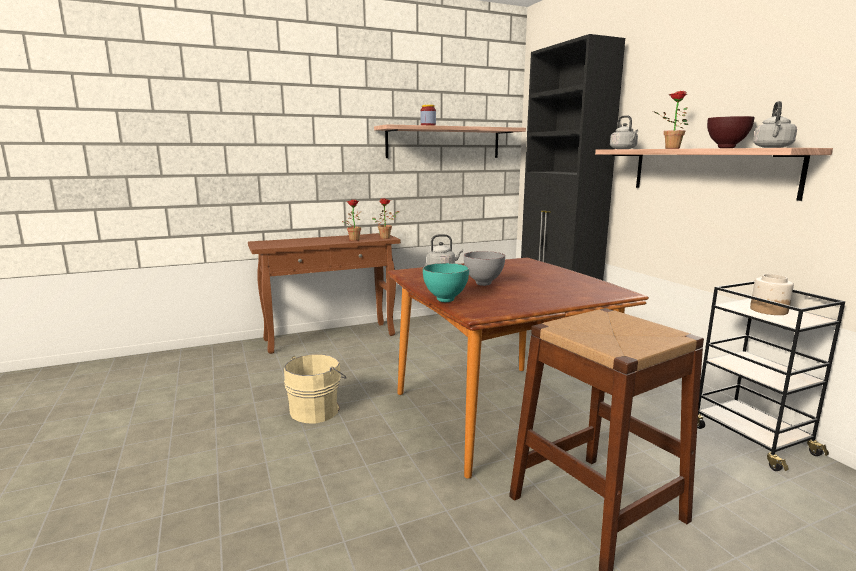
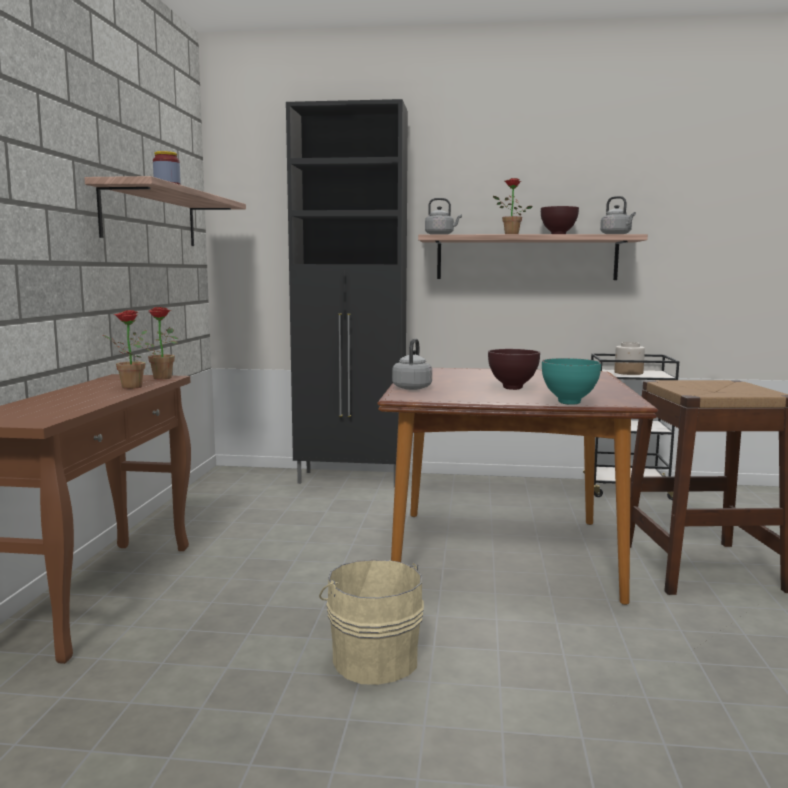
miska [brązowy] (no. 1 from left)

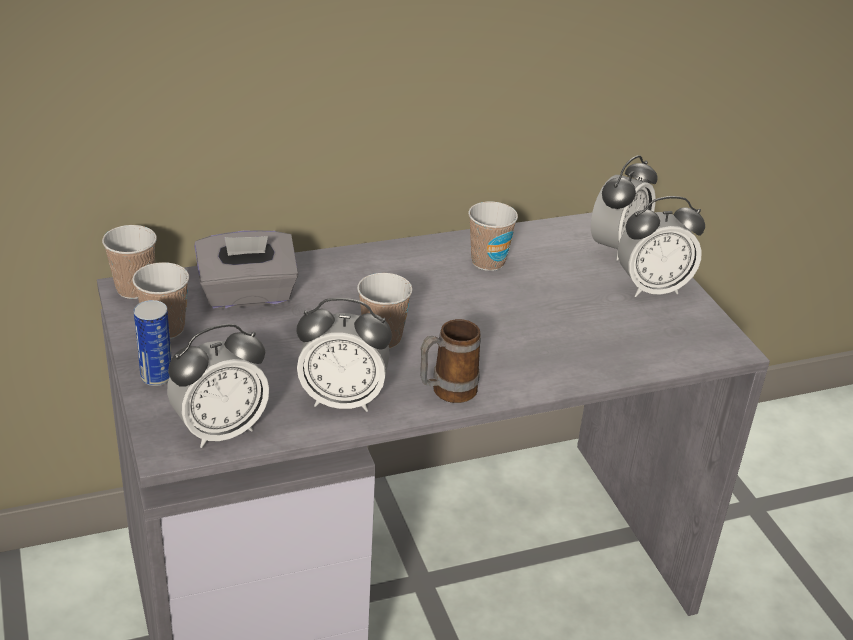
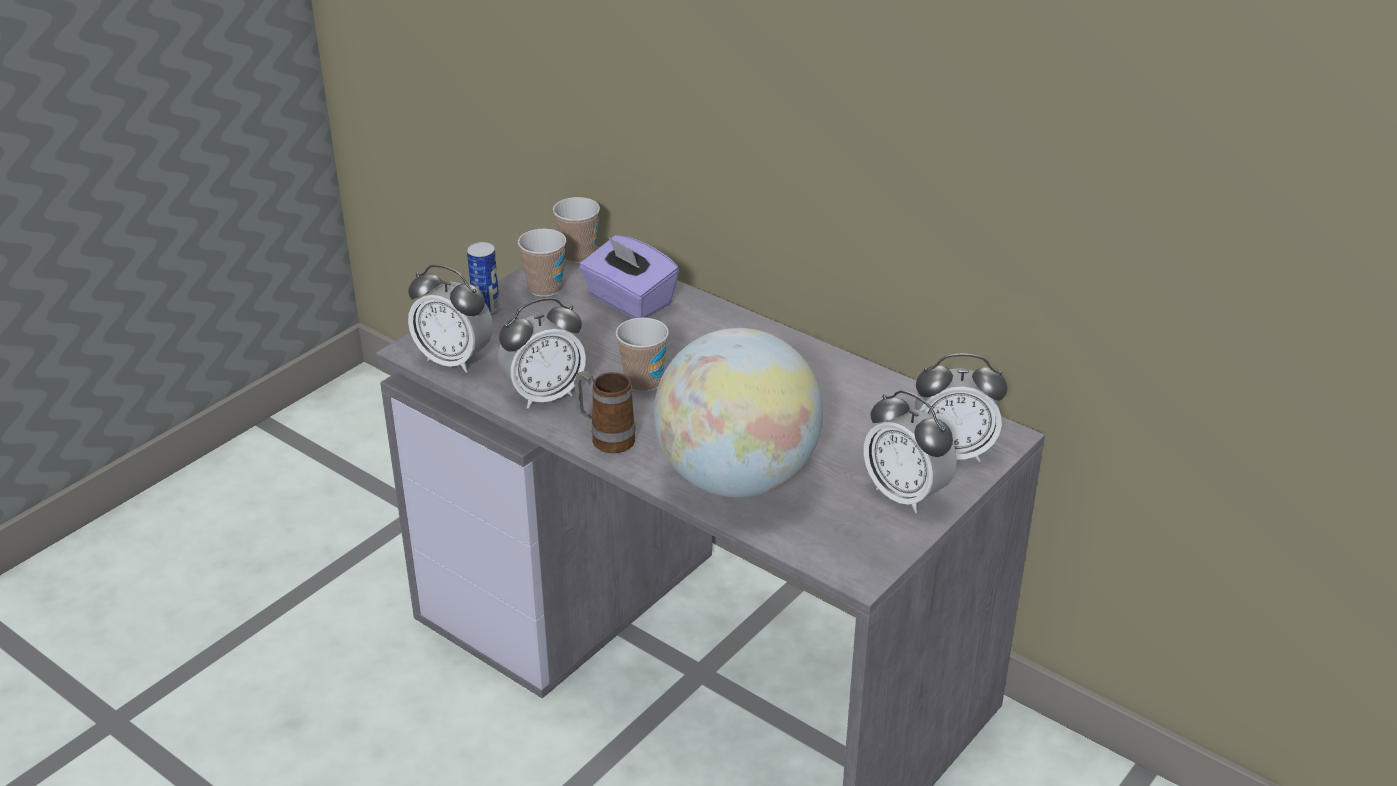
pudełko chusteczek [fioletowy]
budzik (no. 2 from left)
filiżanka (no. 4 from left in the first image)
globus

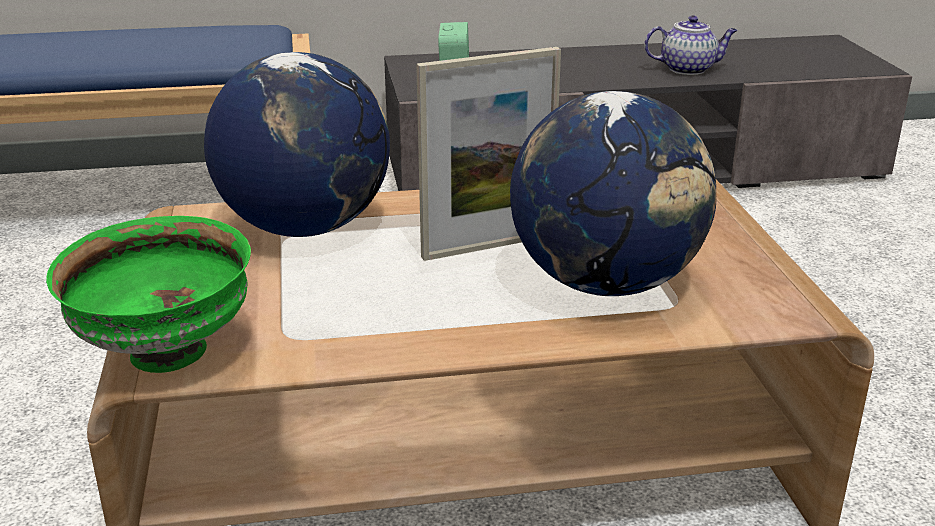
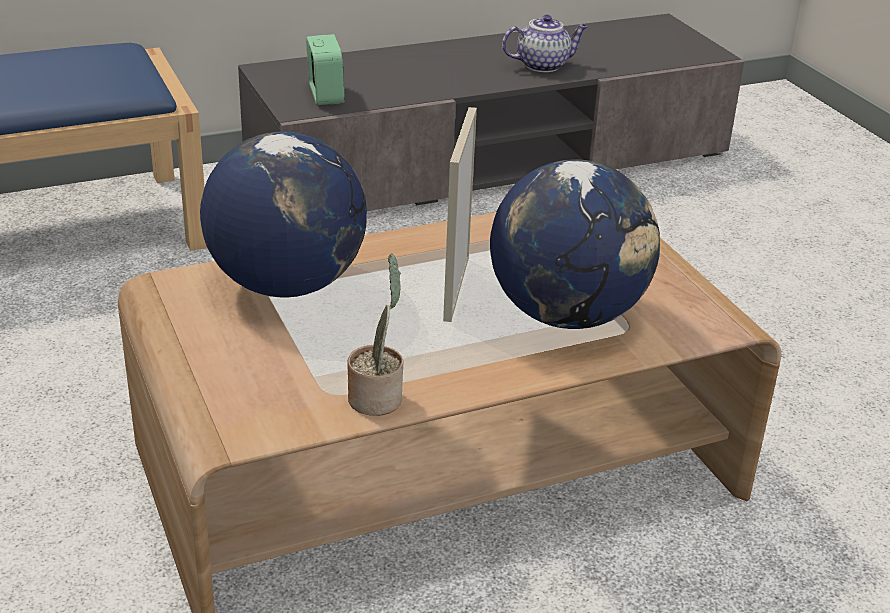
miska [zielony]
ramka na zdjęcie
roślina doniczkowa

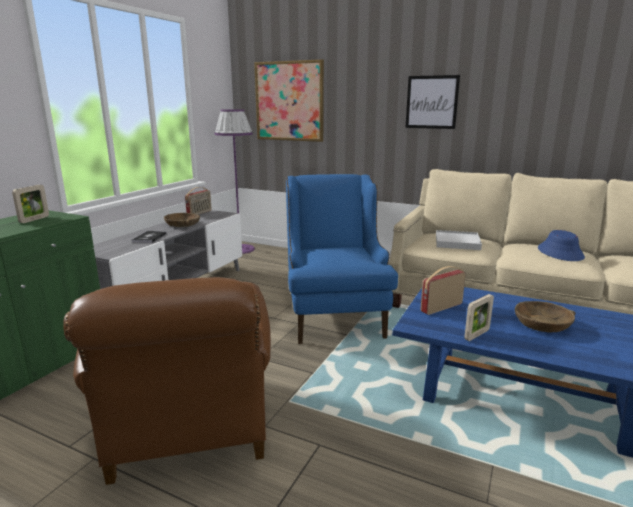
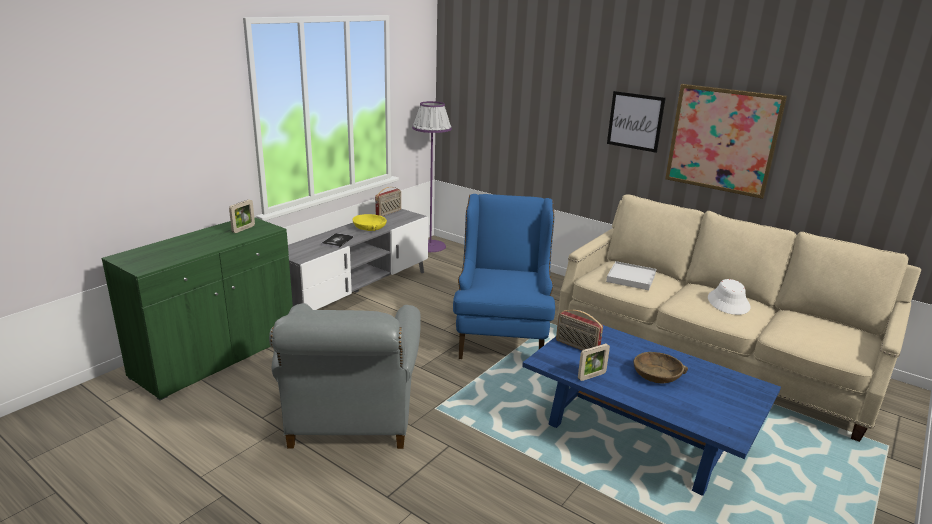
fotel [szary]
miska [żółty]
obraz (no. 2 from left)
radio (no. 2 from left)
kapelusz [biały]

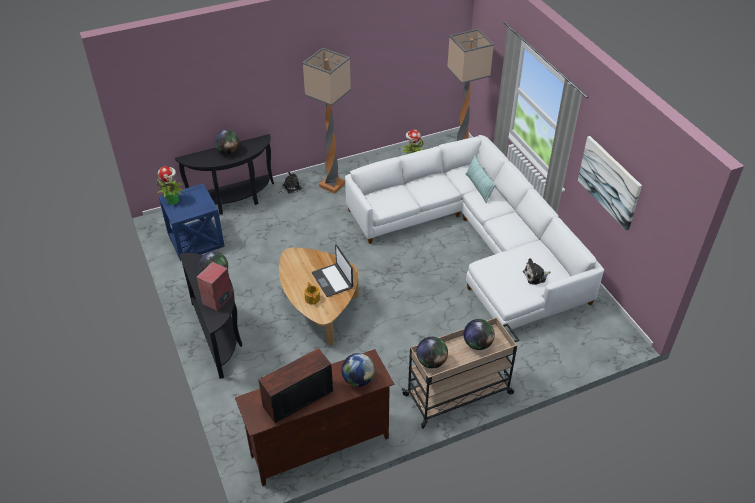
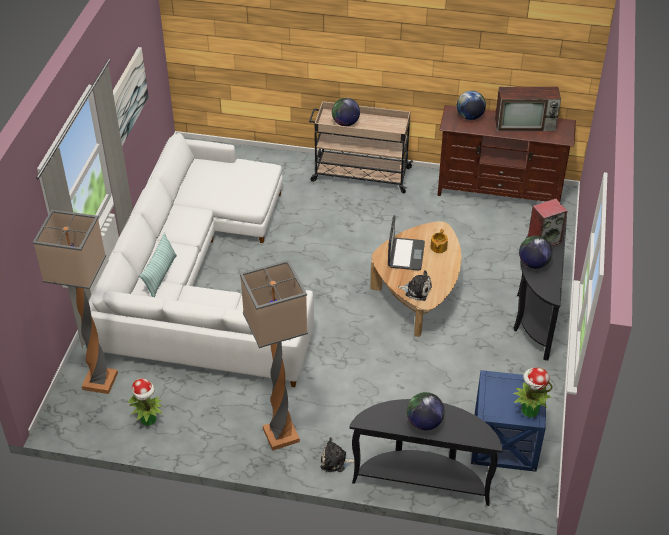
globus (no. 4 from left in the first image)
pluszak (no. 2 from left)

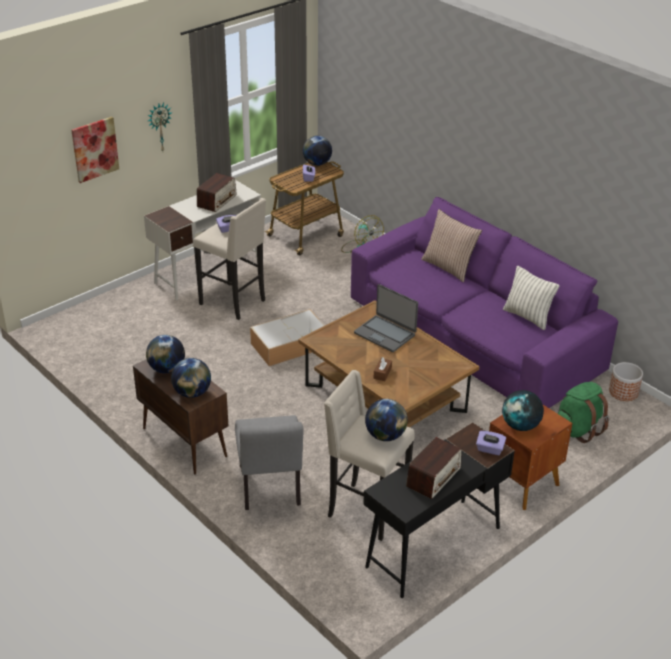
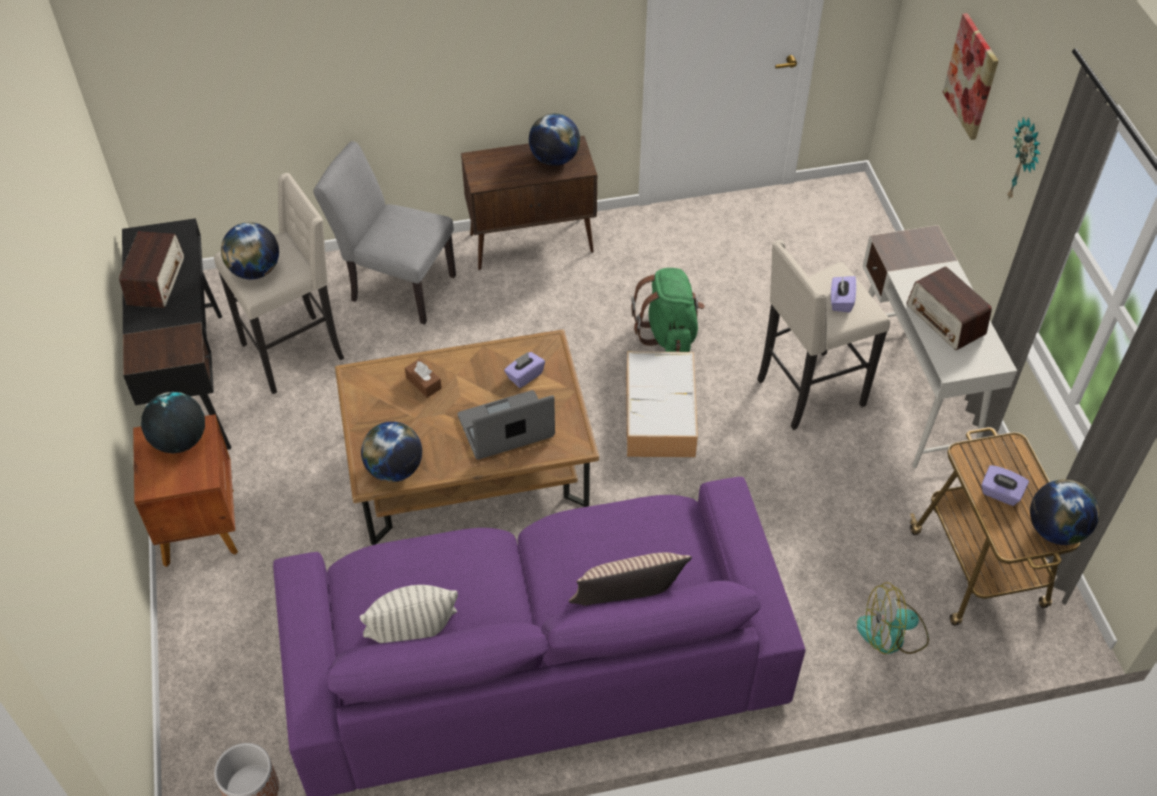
globus (no. 3 from left)
radio (no. 1 from left)
pudełko chusteczek [fioletowy] (no. 1 from left)
plecak [zielony]

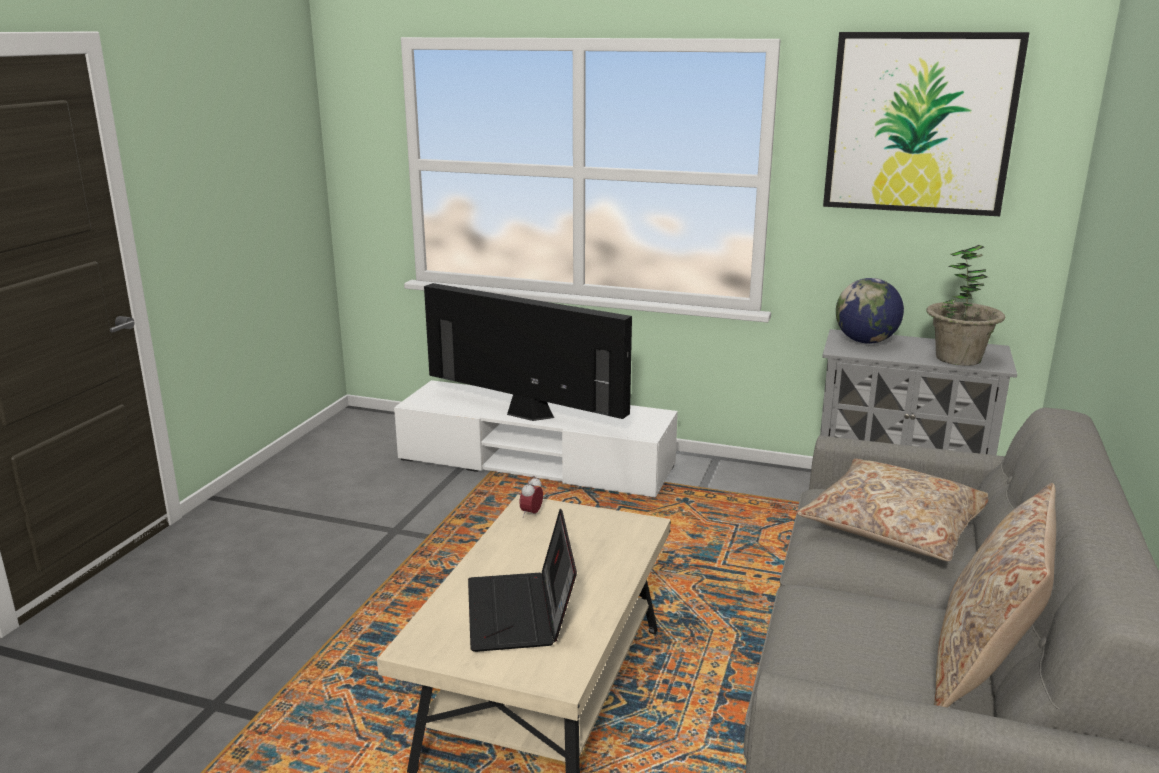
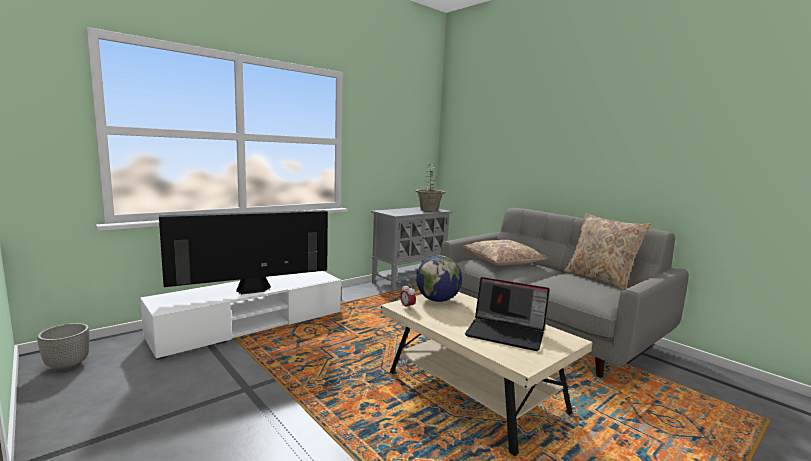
obraz
globus
donica

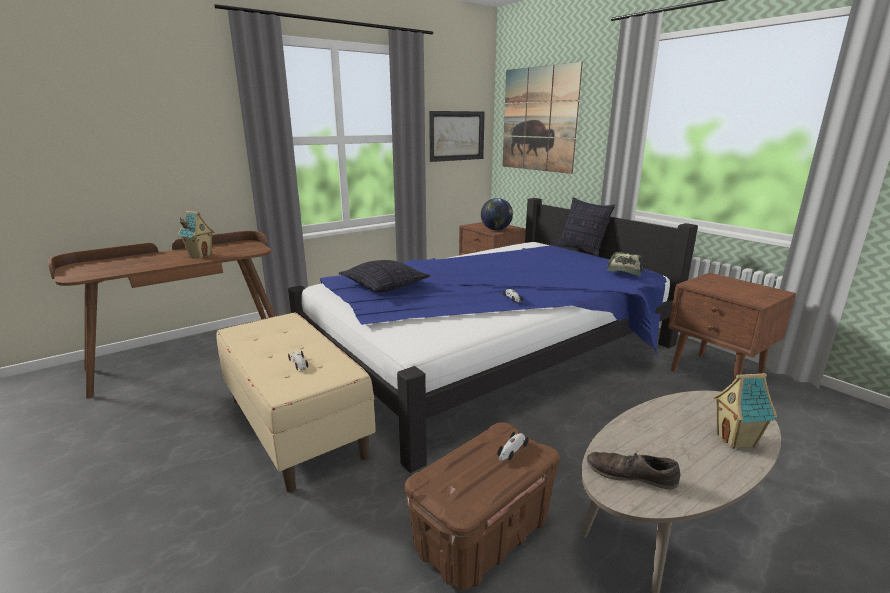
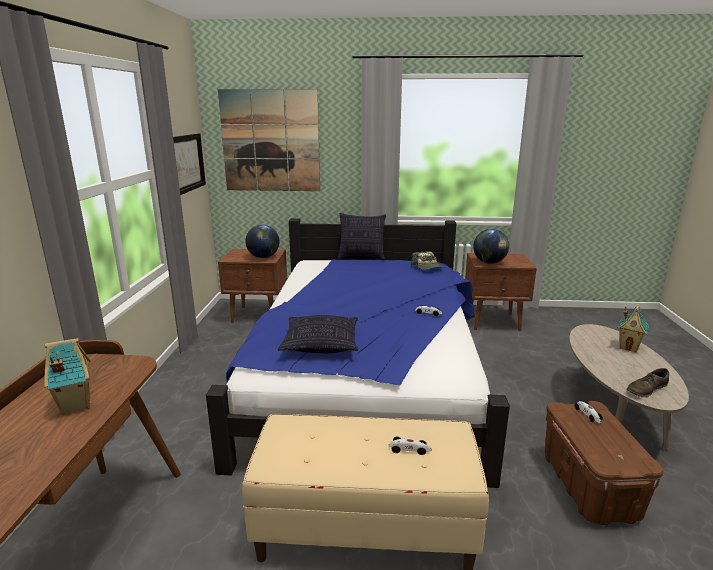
globus (no. 2 from left)

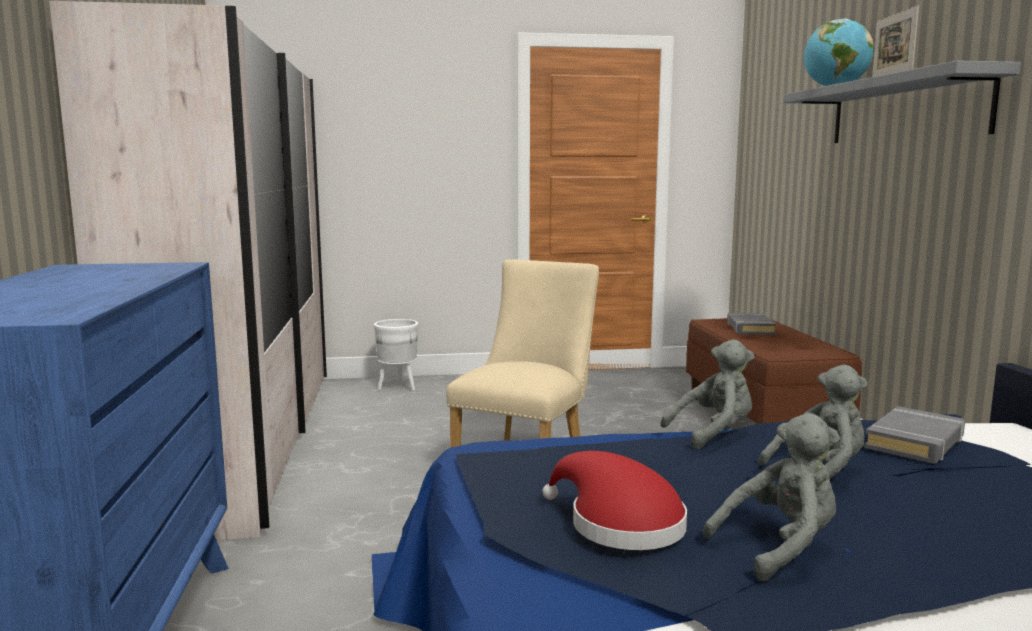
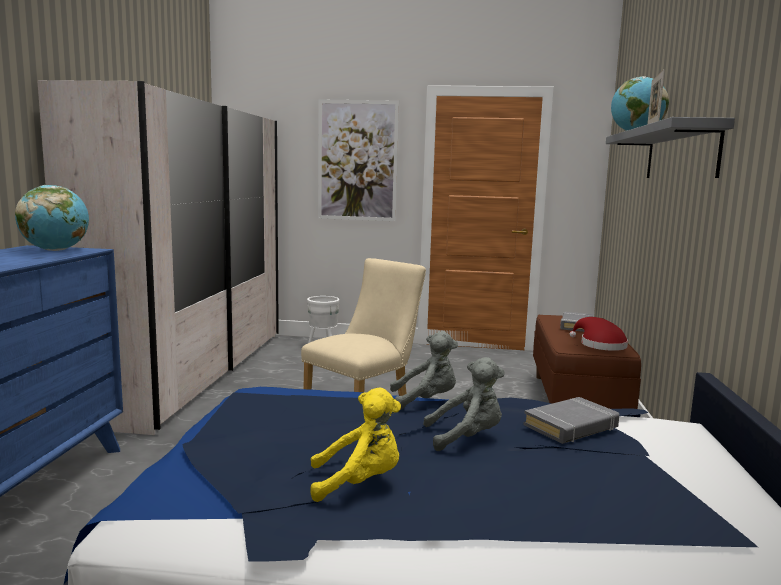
kapelusz [czerwony]
pluszak [żółty]
globus (no. 1 from left)
obraz

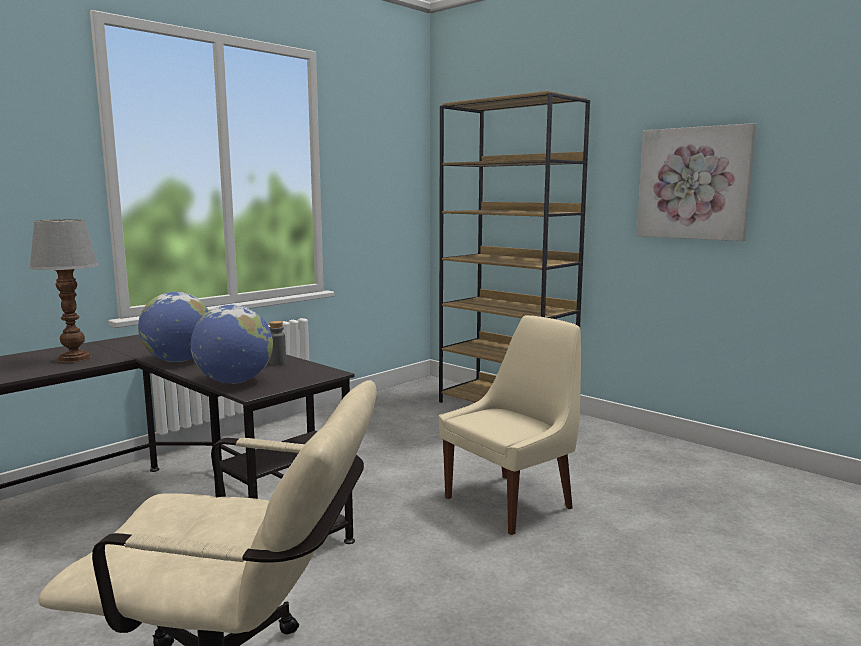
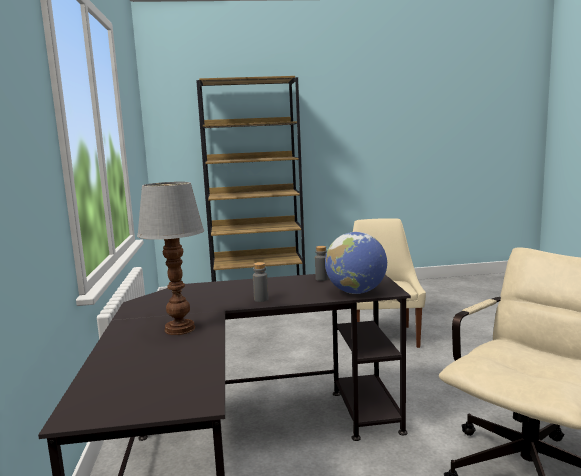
butelka [szary] (no. 1 from left)
obraz

